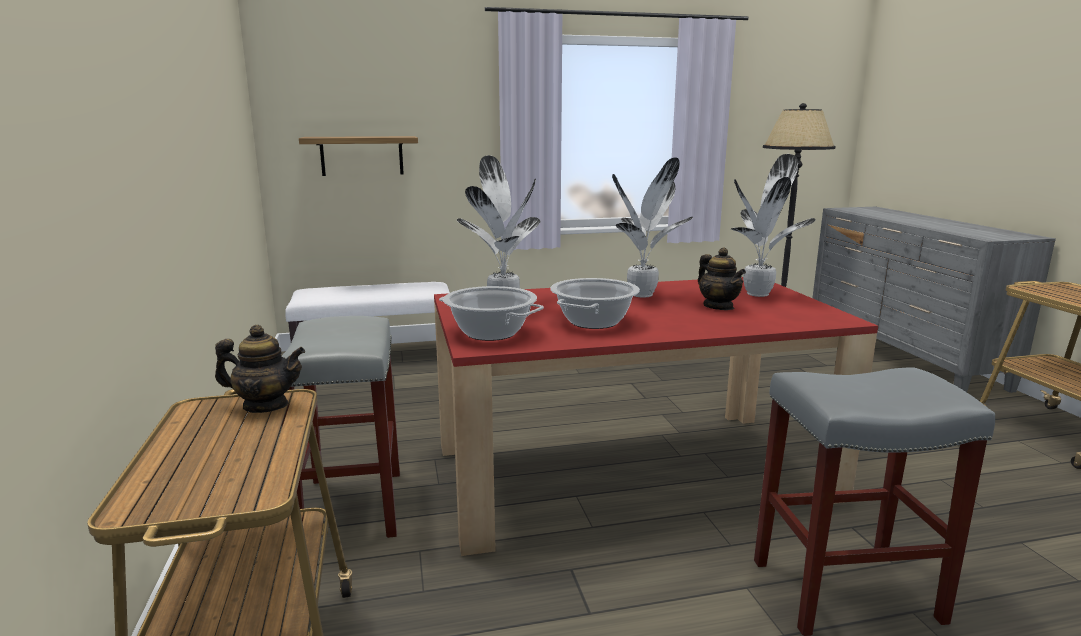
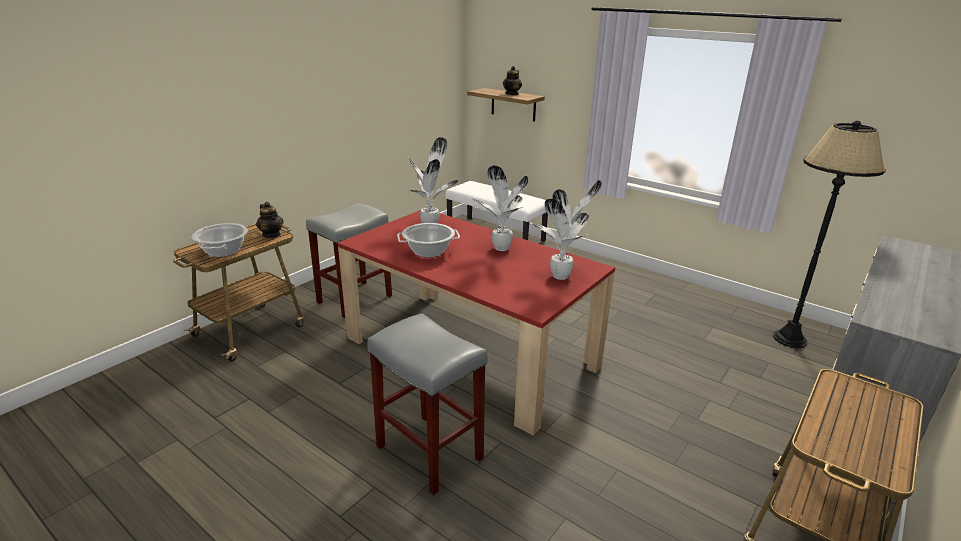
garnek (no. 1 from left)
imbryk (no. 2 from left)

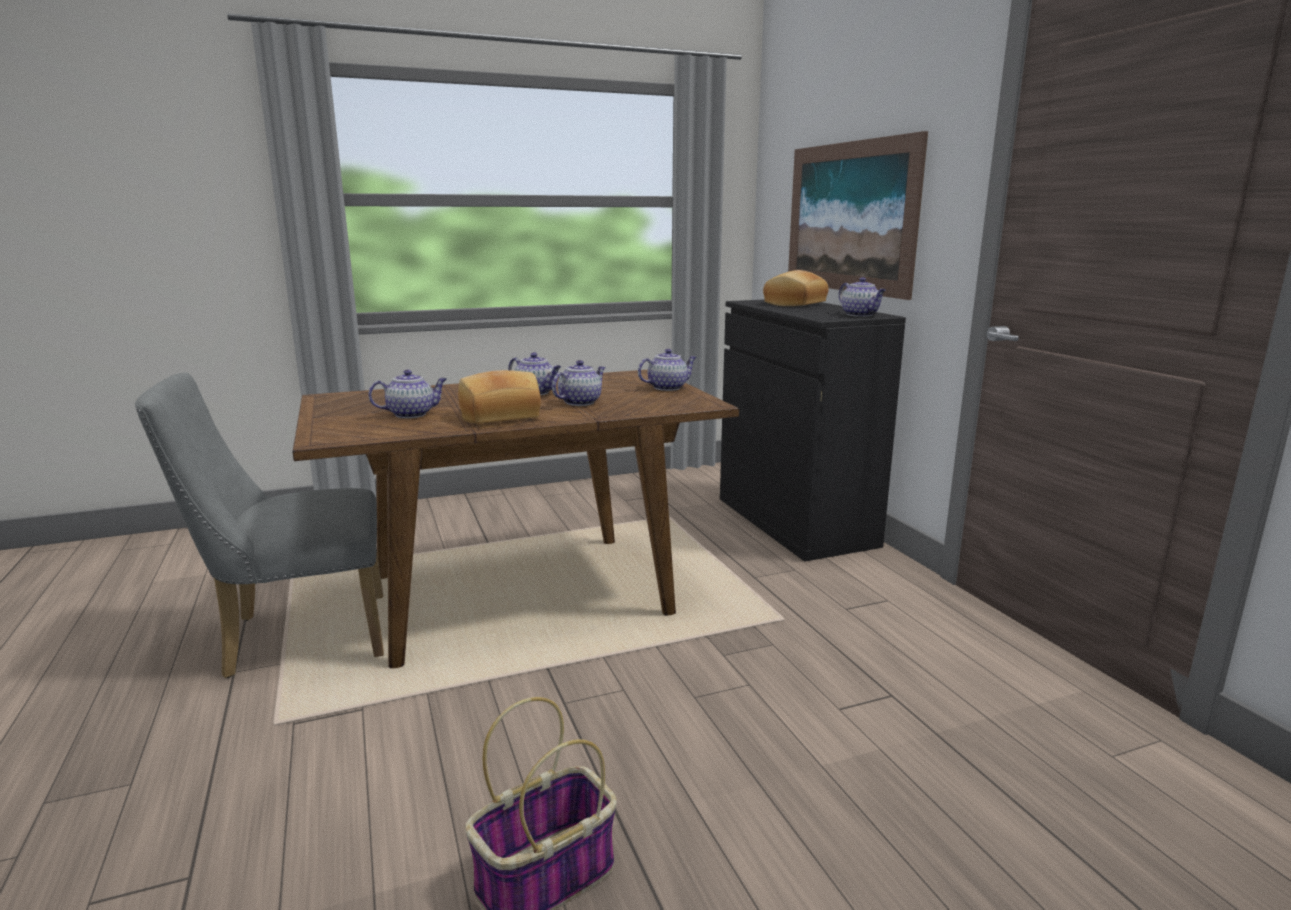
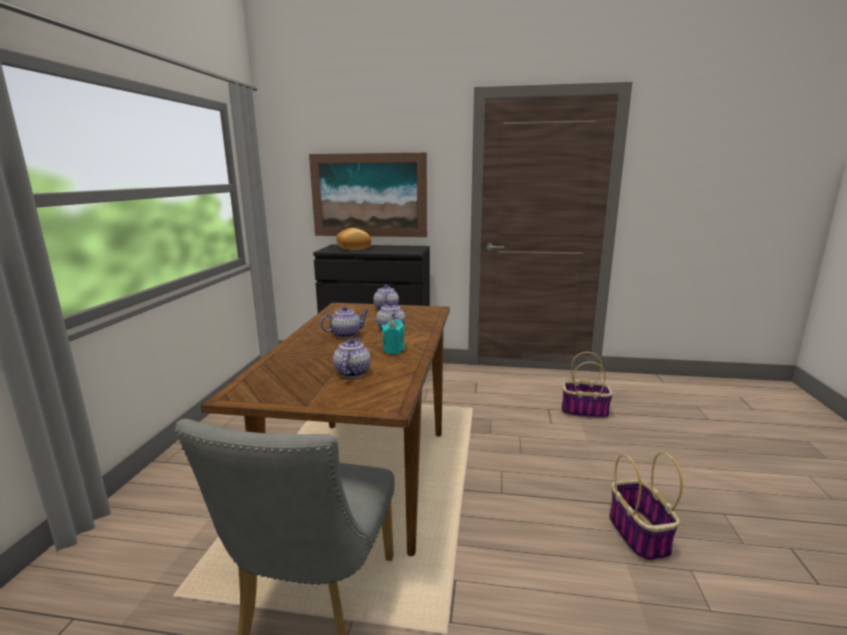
świeca [turkusowy]
imbryk (no. 5 from left in the first image)
koszyk (no. 1 from left)

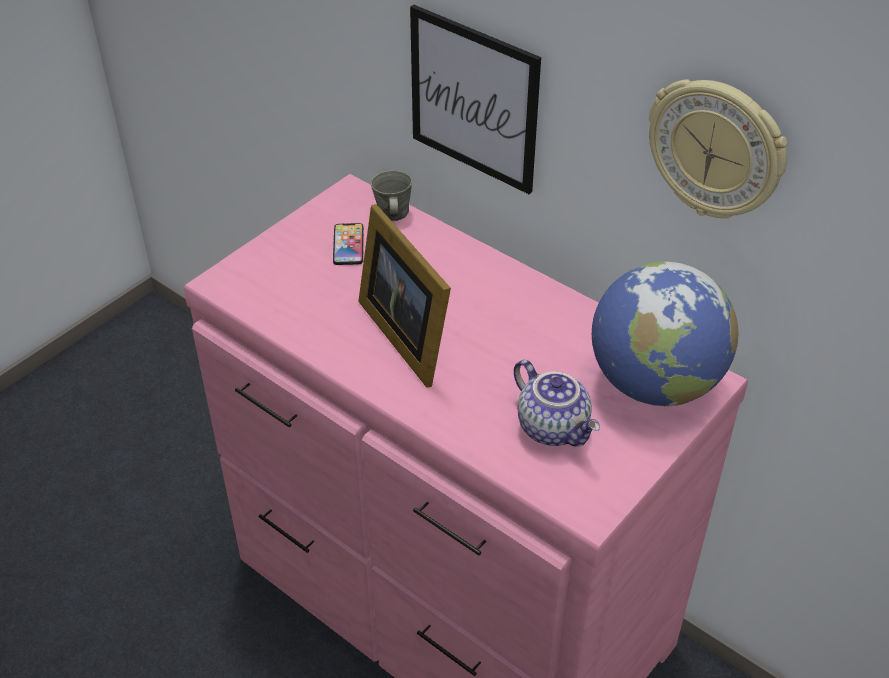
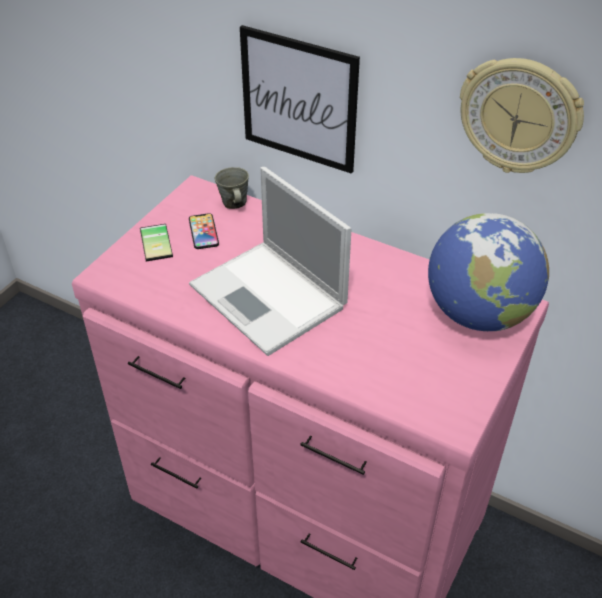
laptop
imbryk
telefon (no. 1 from left)

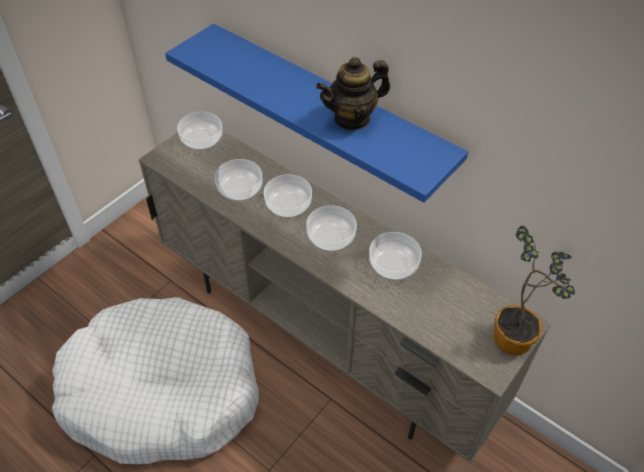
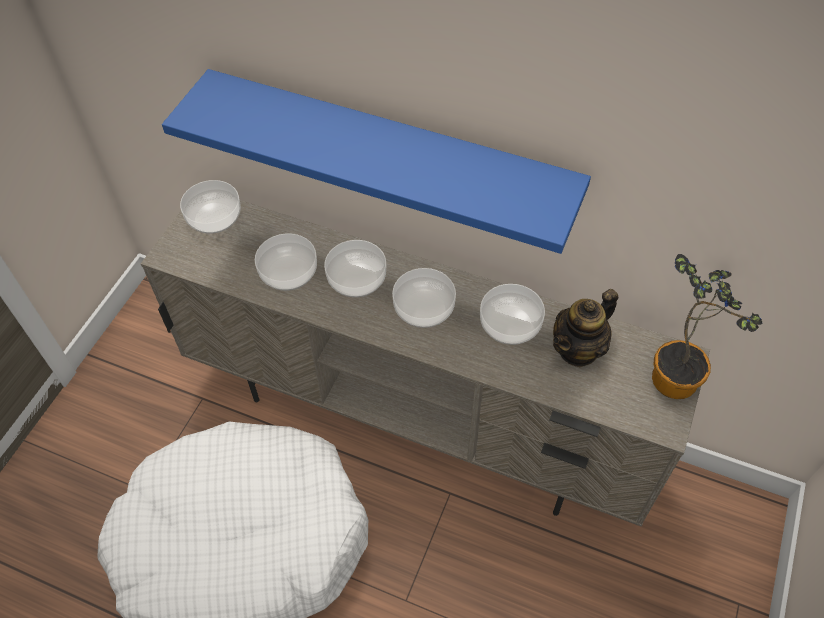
imbryk

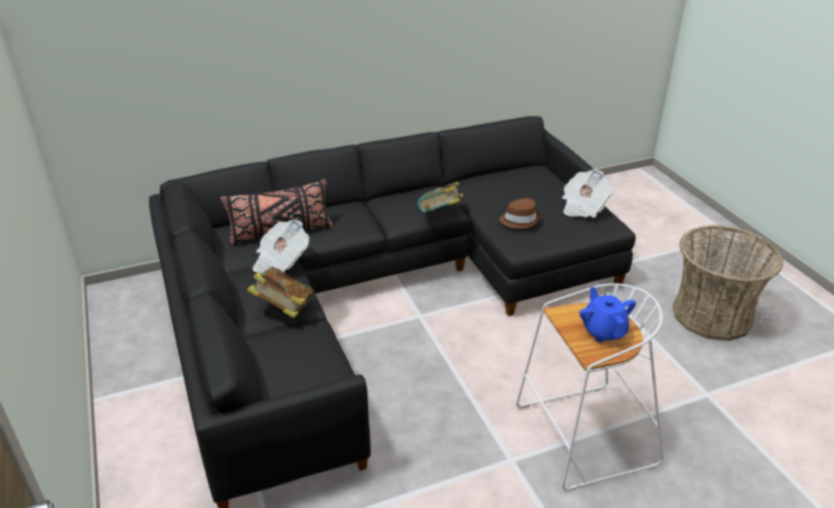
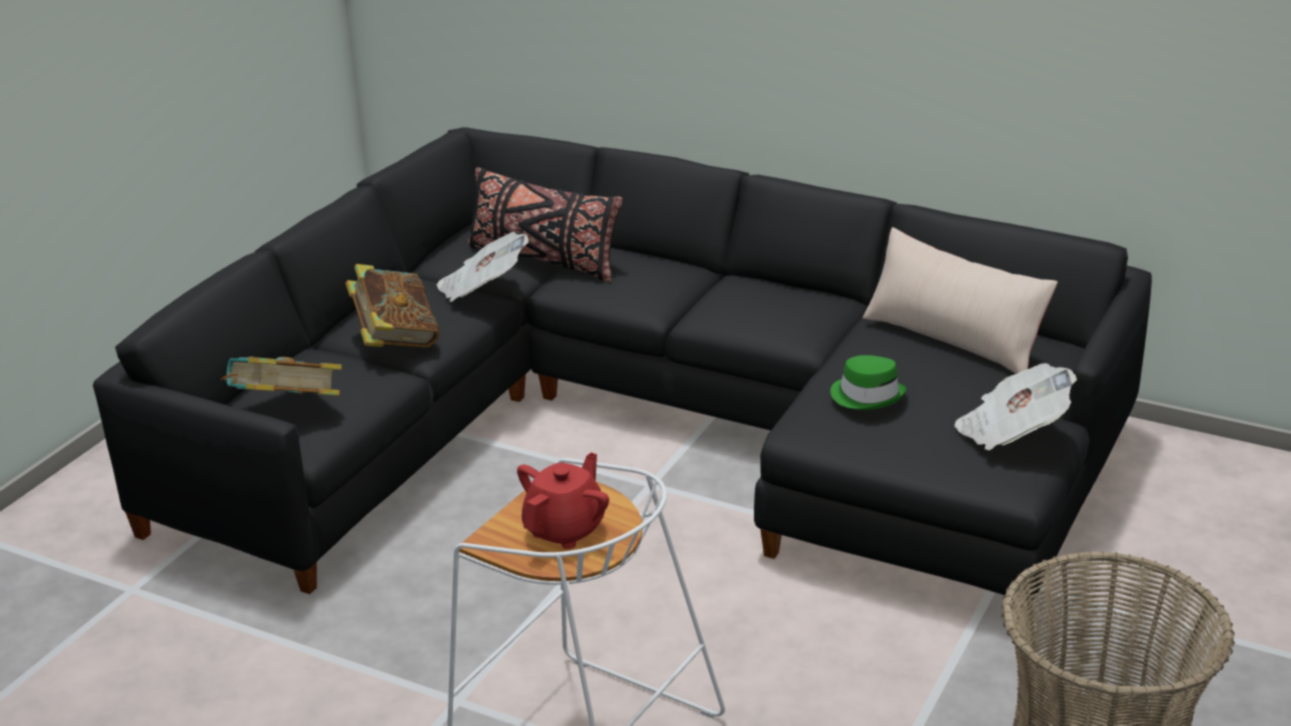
książka (no. 1 from left)
kapelusz [zielony]
imbryk [czerwony]
poduszka [beżowy]

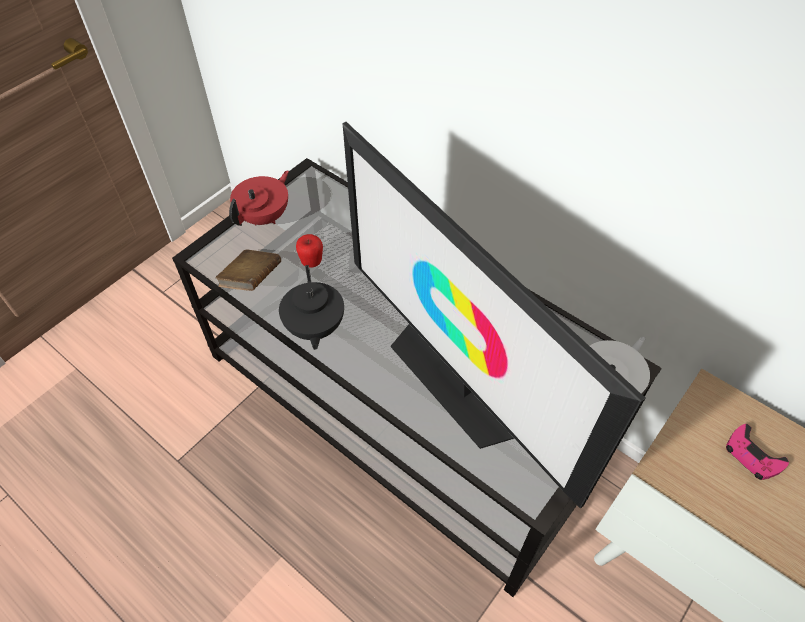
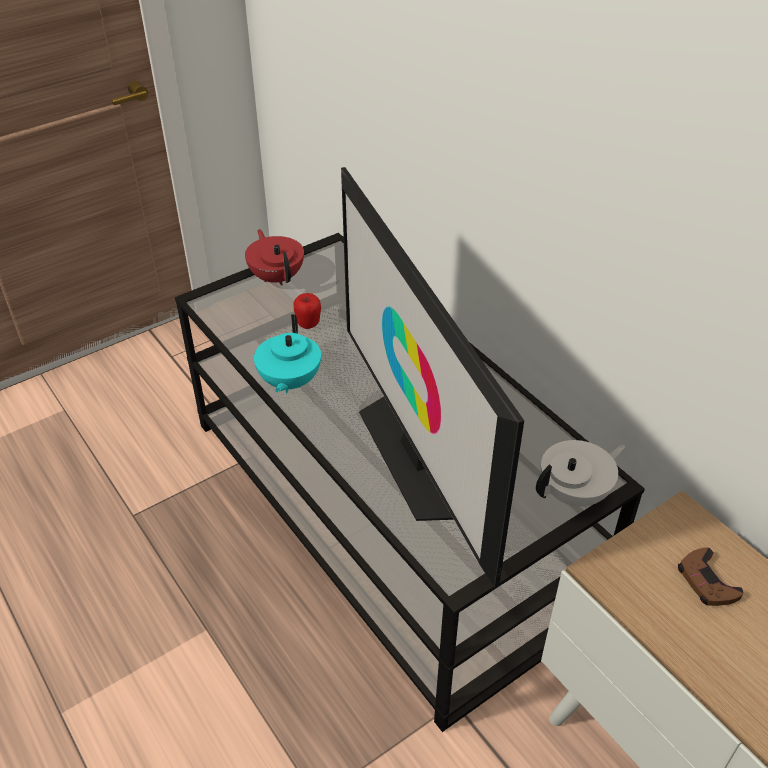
książka [brązowy]
imbryk [czerwony]
imbryk [turkusowy]
pad do gier [brązowy]

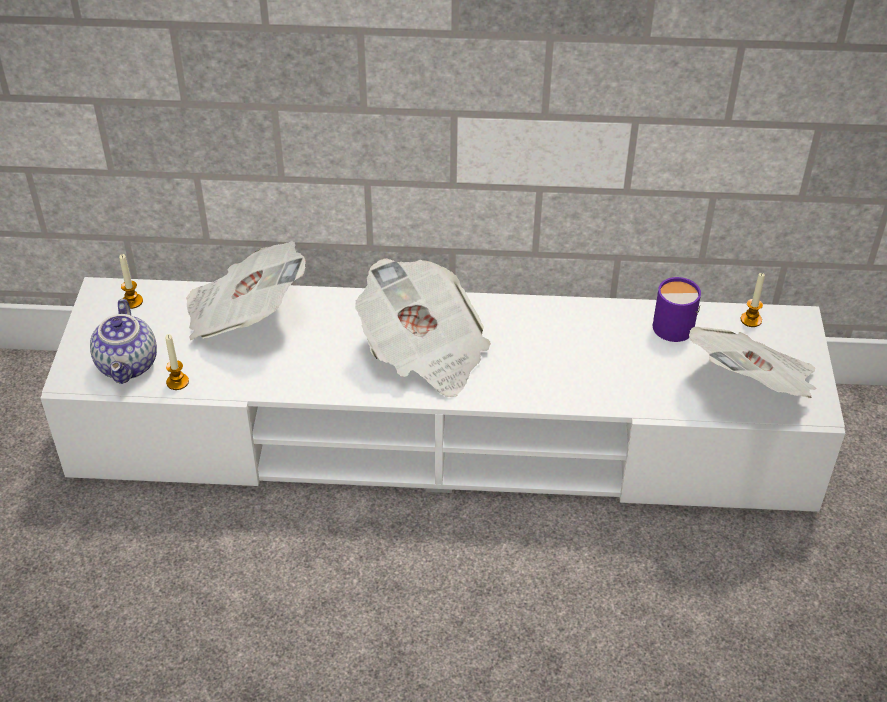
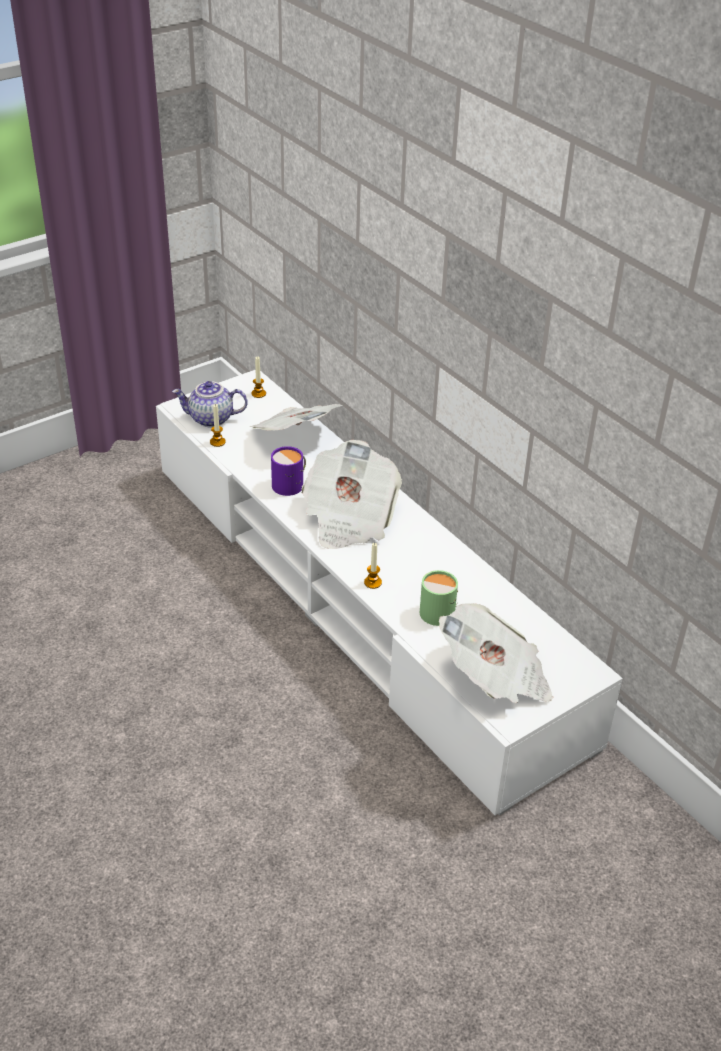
imbryk
kubek [fioletowy]
świeca (no. 3 from left)
kubek [zielony]

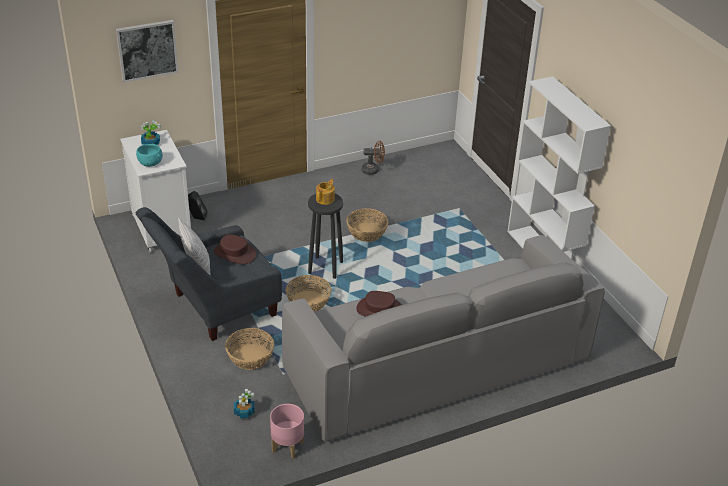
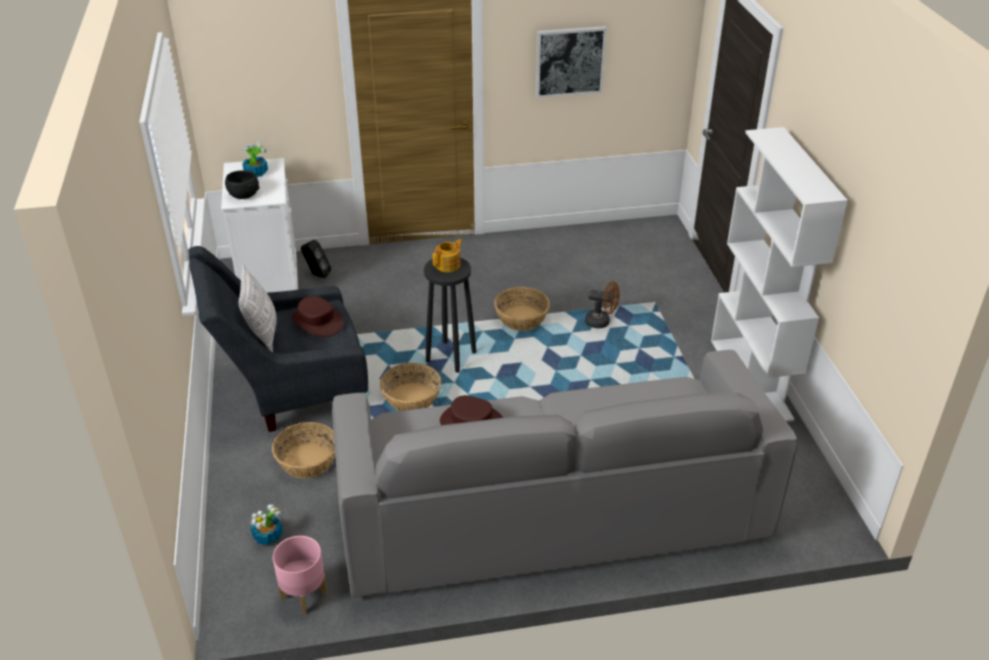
obraz
miska [czarny]
wentylator [brązowy]

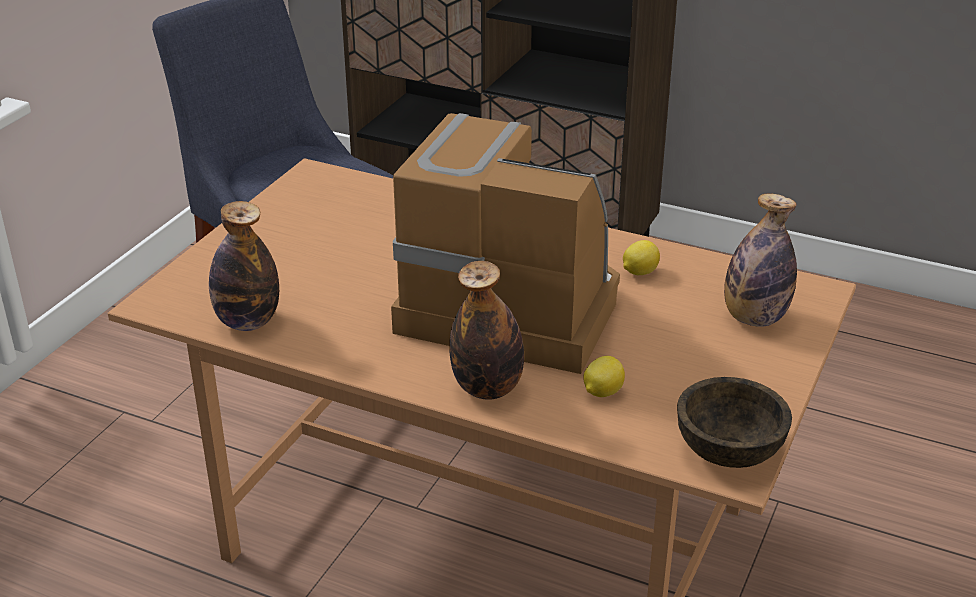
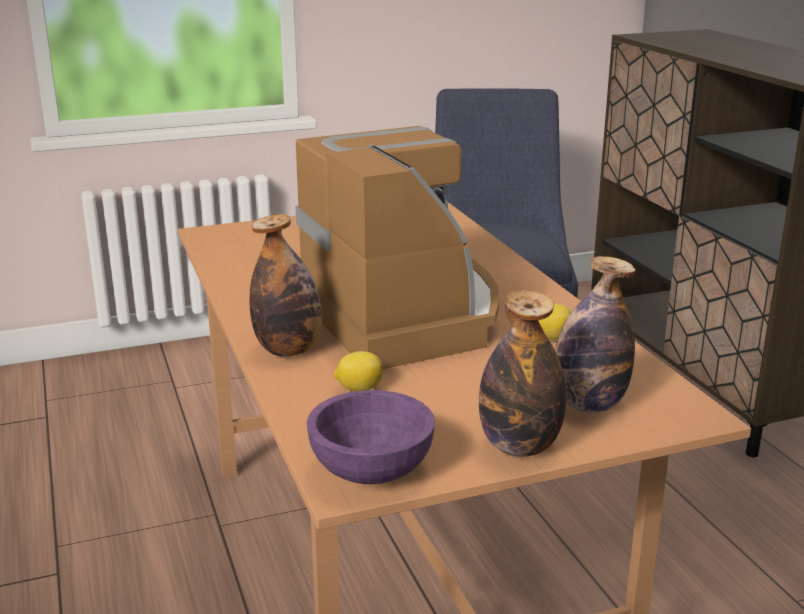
butelka (no. 2 from left)
miska [fioletowy]

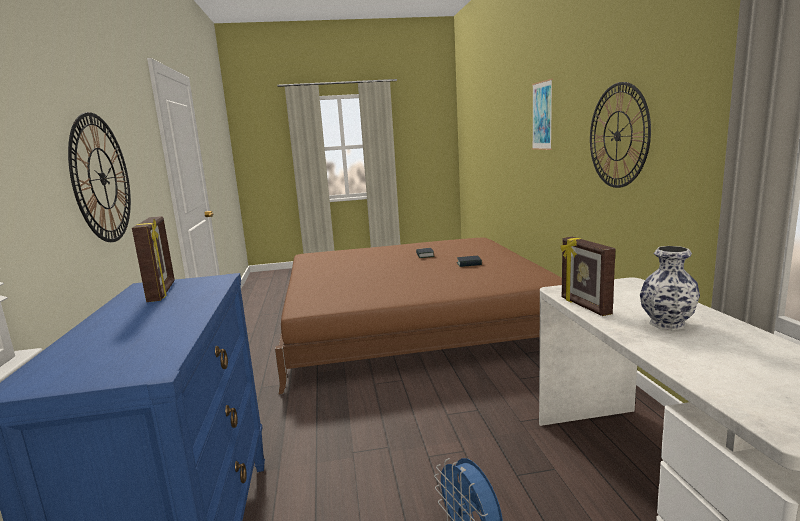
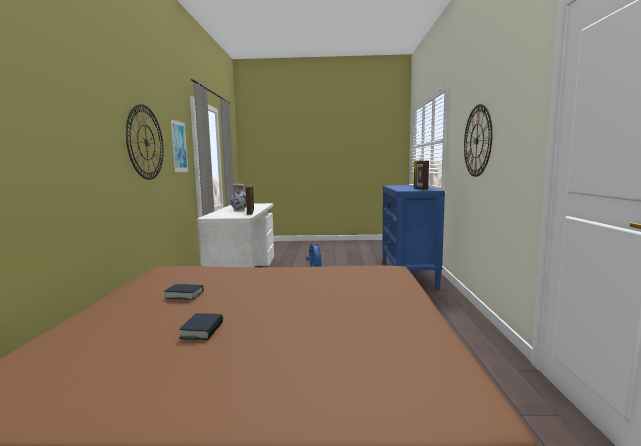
obraz

